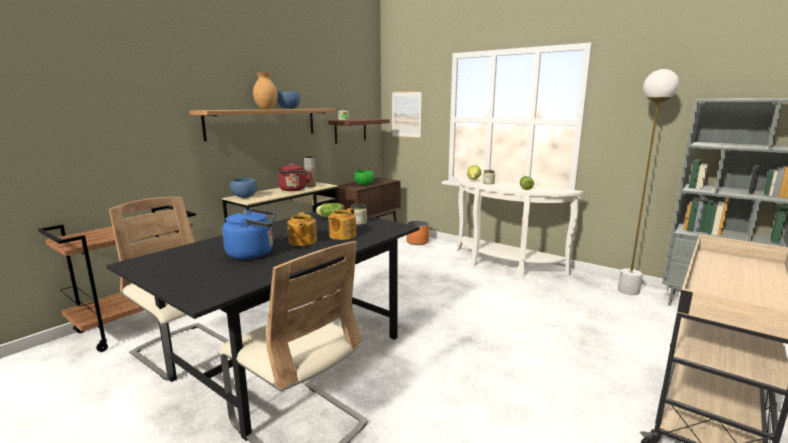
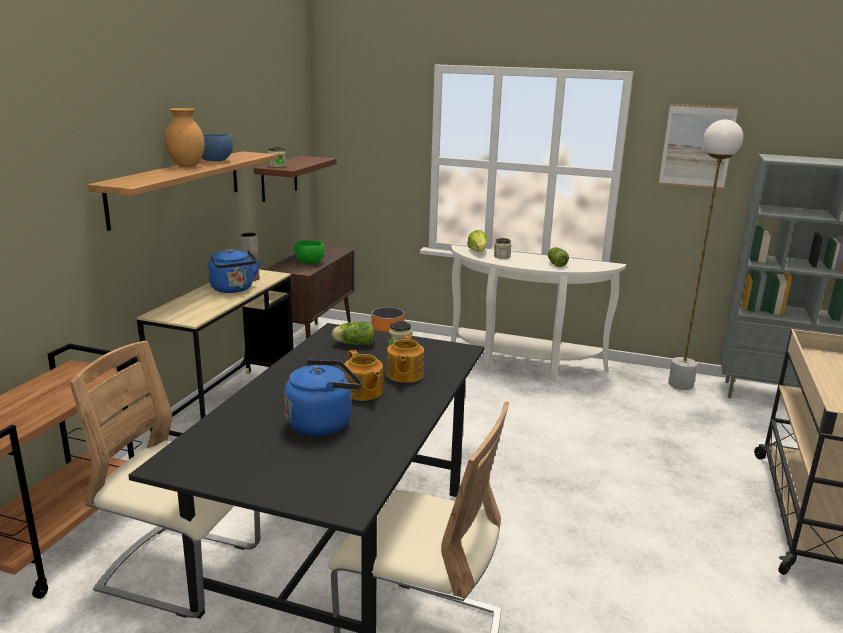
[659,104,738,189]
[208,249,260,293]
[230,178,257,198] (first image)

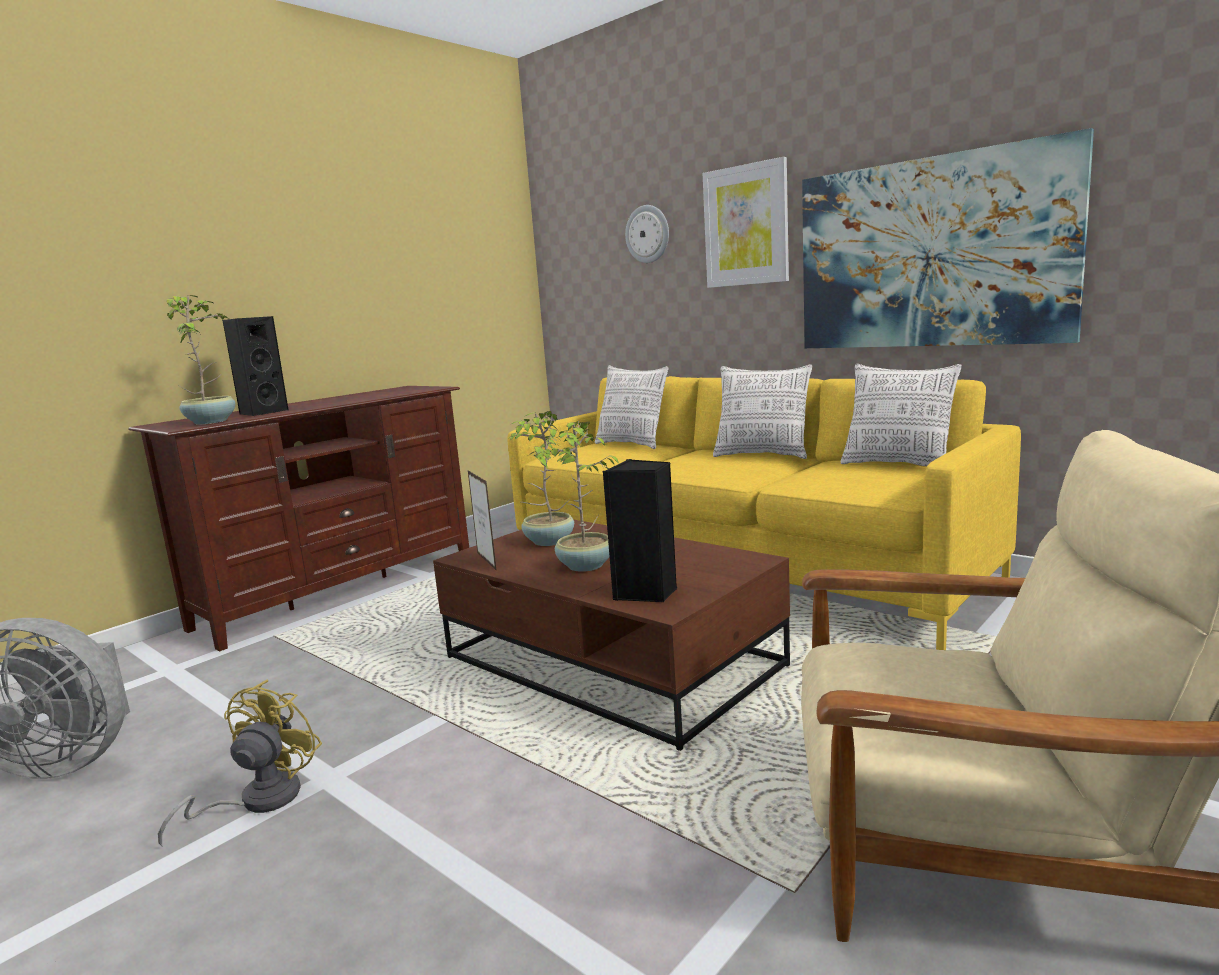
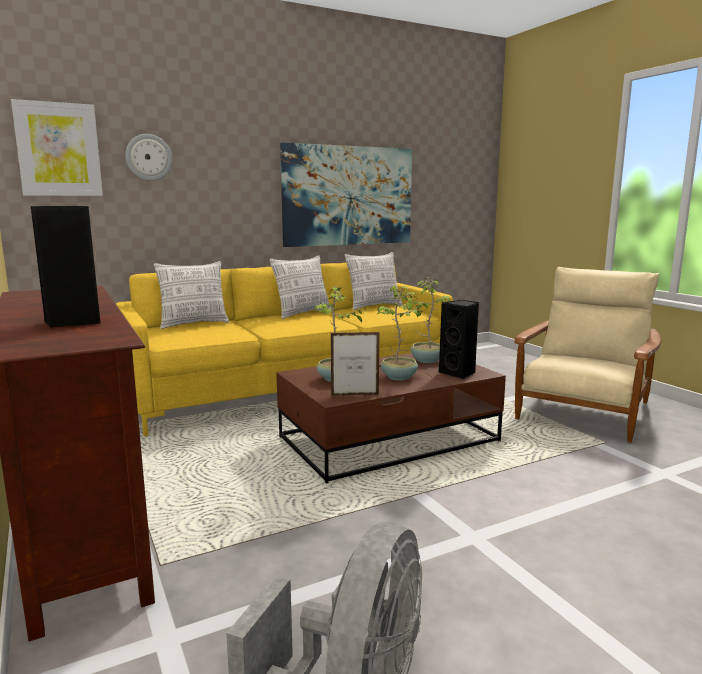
[11,99,103,196]
[402,278,450,363]
[158,680,322,847] (first image)

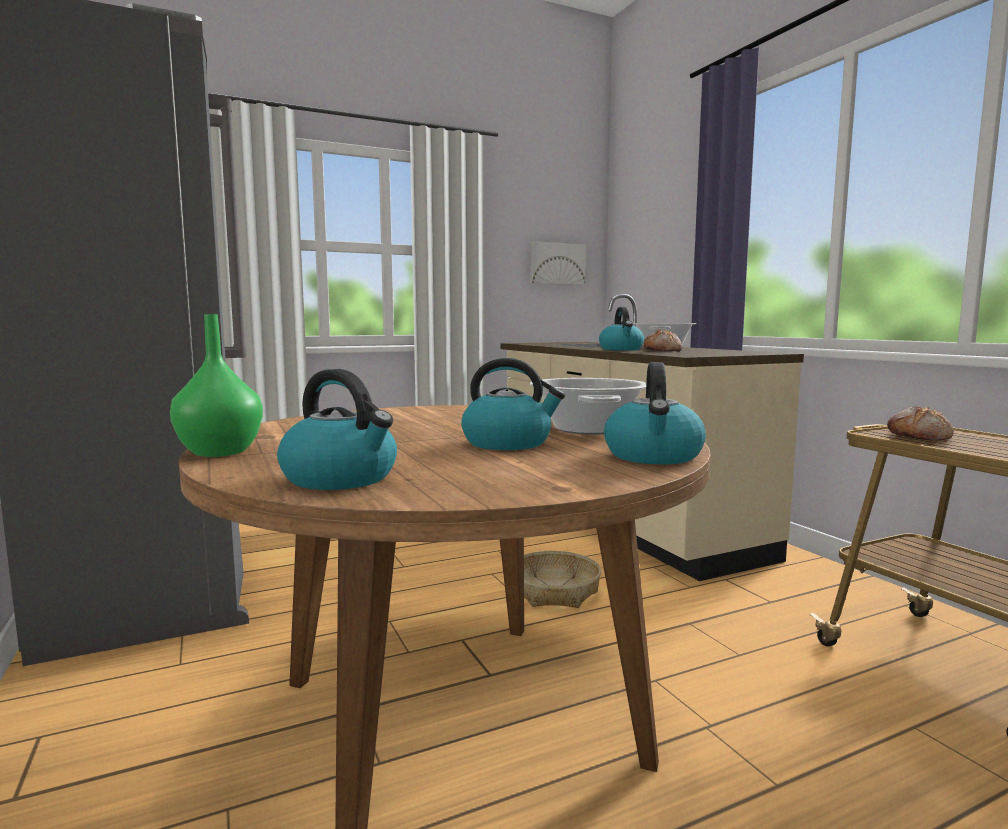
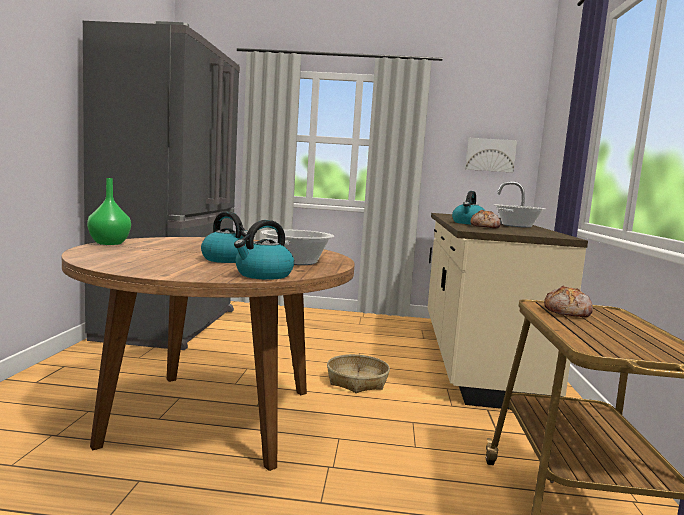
[277,369,397,490] (first image)

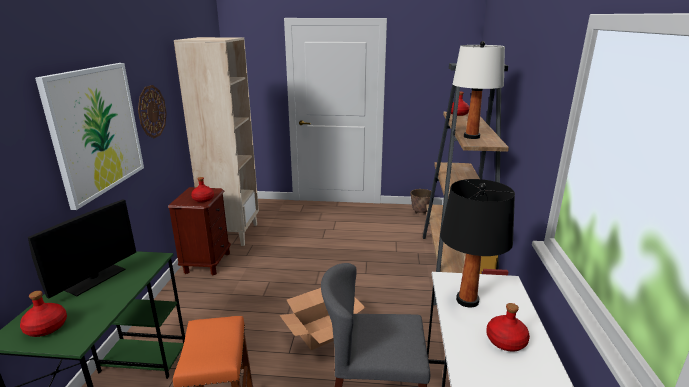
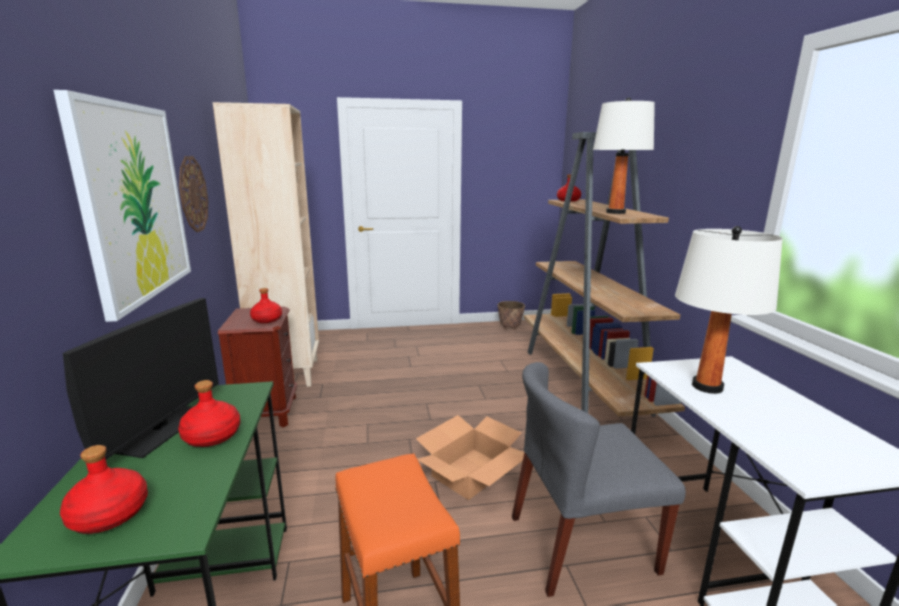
[675,226,783,394]
[178,380,240,447]

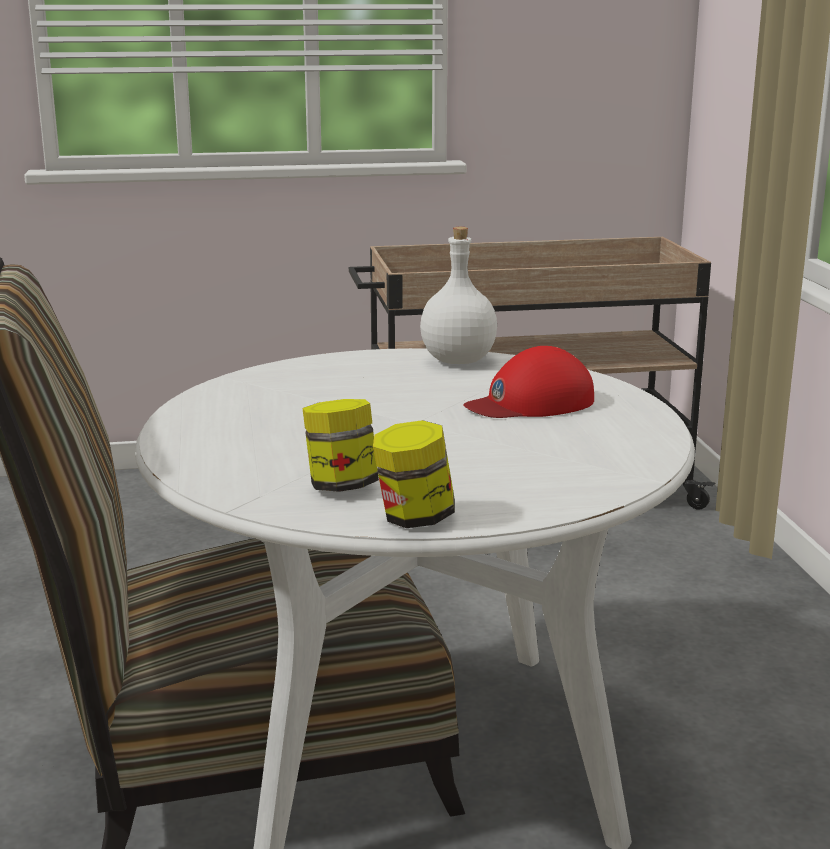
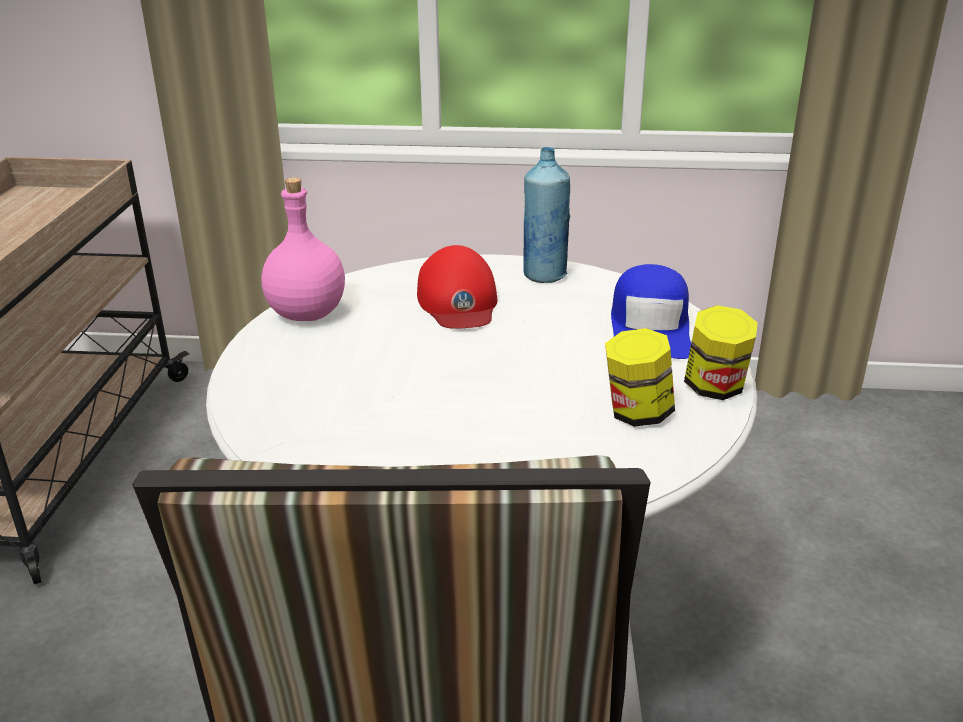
[262,177,345,321]
[523,147,570,283]
[611,264,691,359]

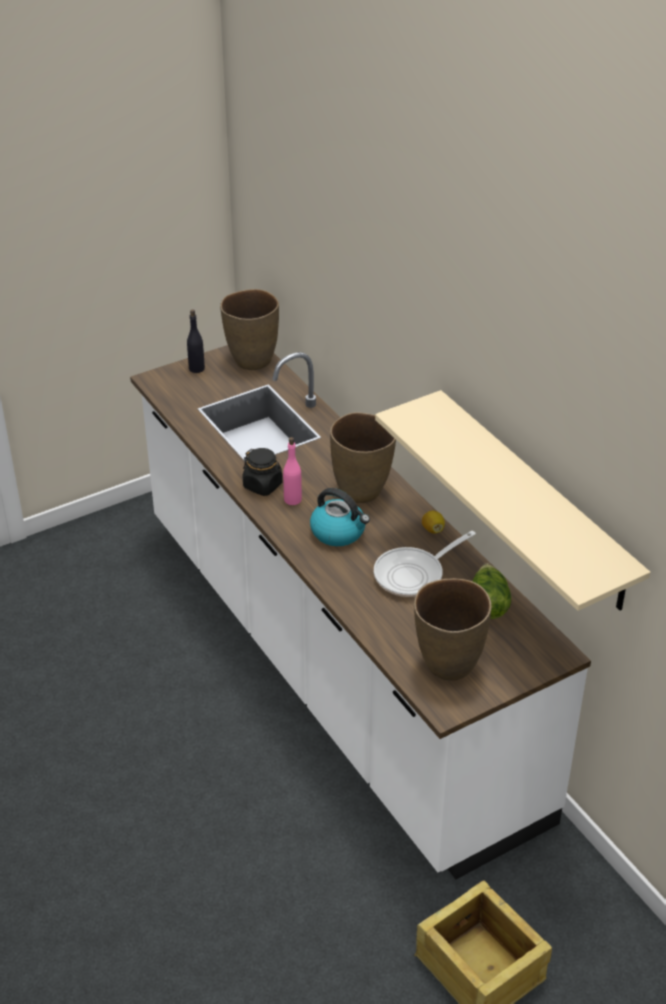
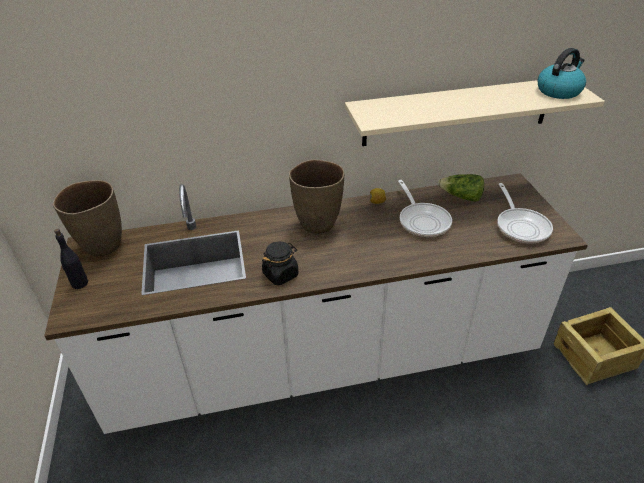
[283,437,302,505] (first image)
[538,48,586,99]
[497,183,553,244]

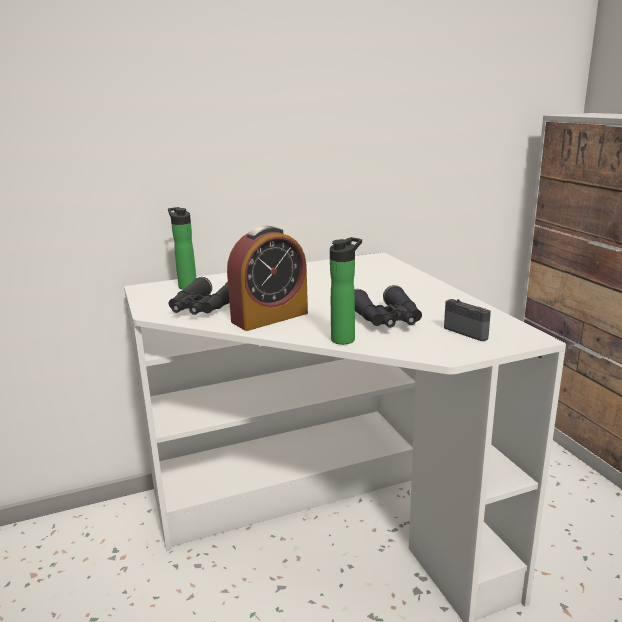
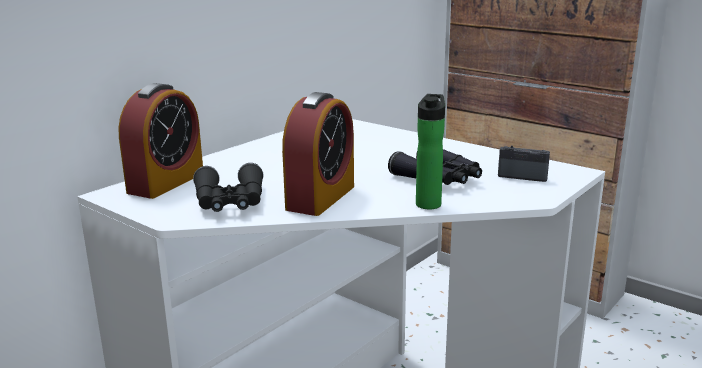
[118,83,203,199]

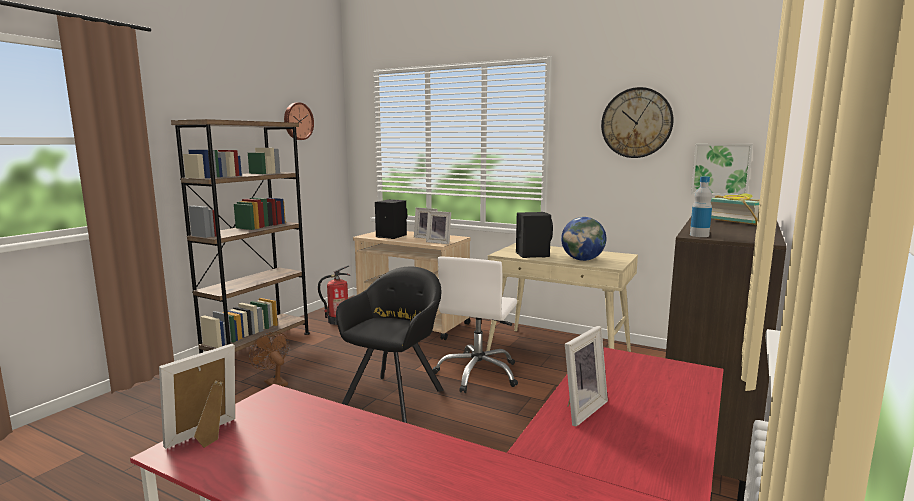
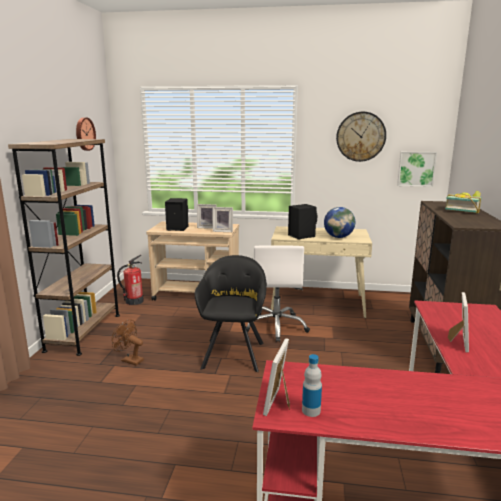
[302,354,322,417]

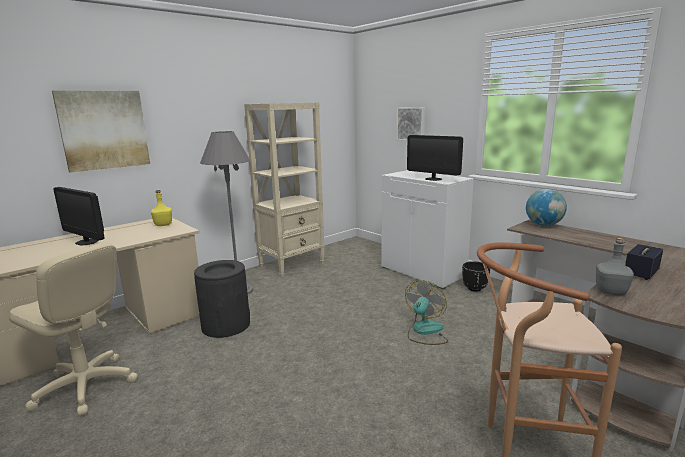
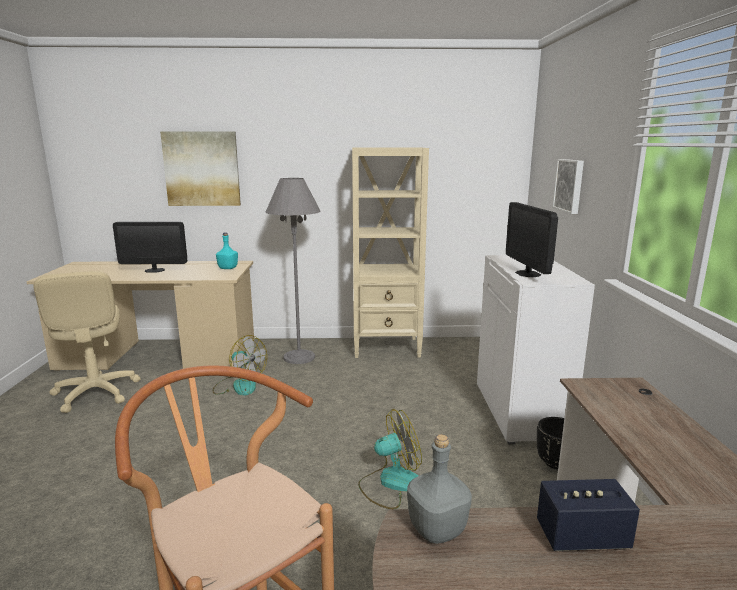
[113,222,187,273]
[526,189,567,226] (first image)
[216,233,238,269]
[213,335,267,396]

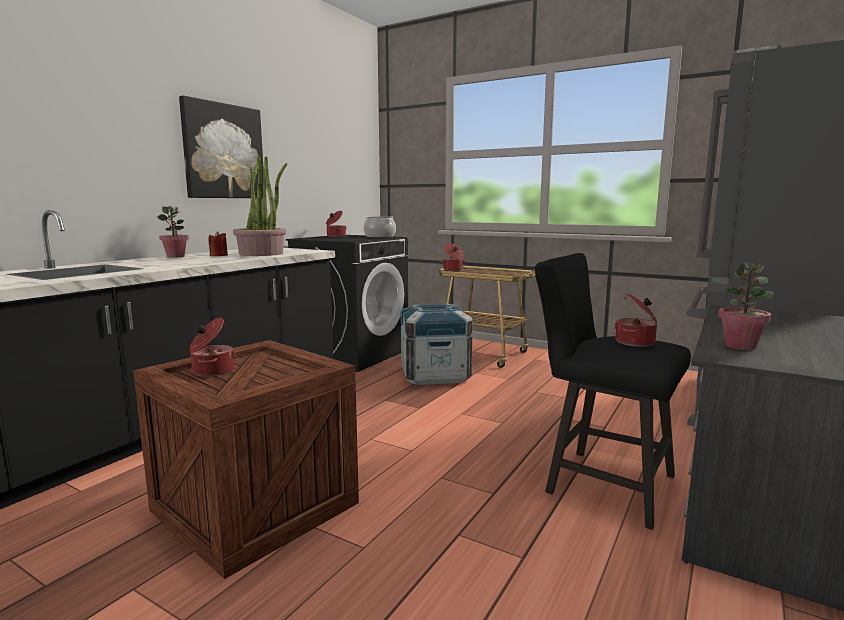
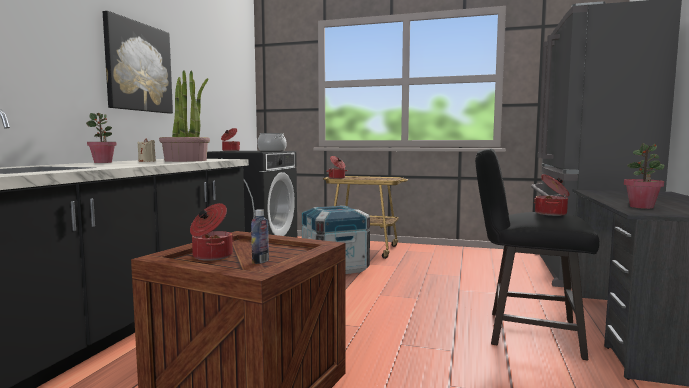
[138,138,156,162]
[251,209,269,264]

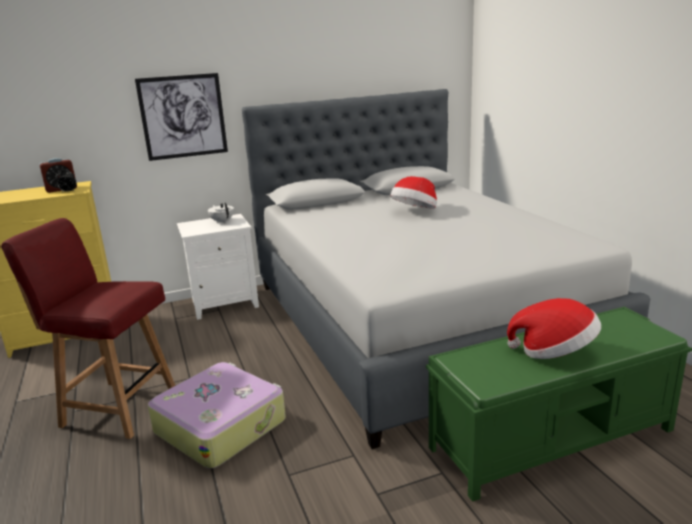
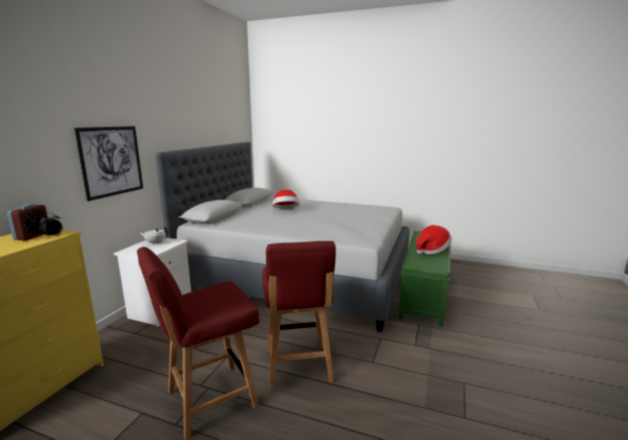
[262,241,336,389]

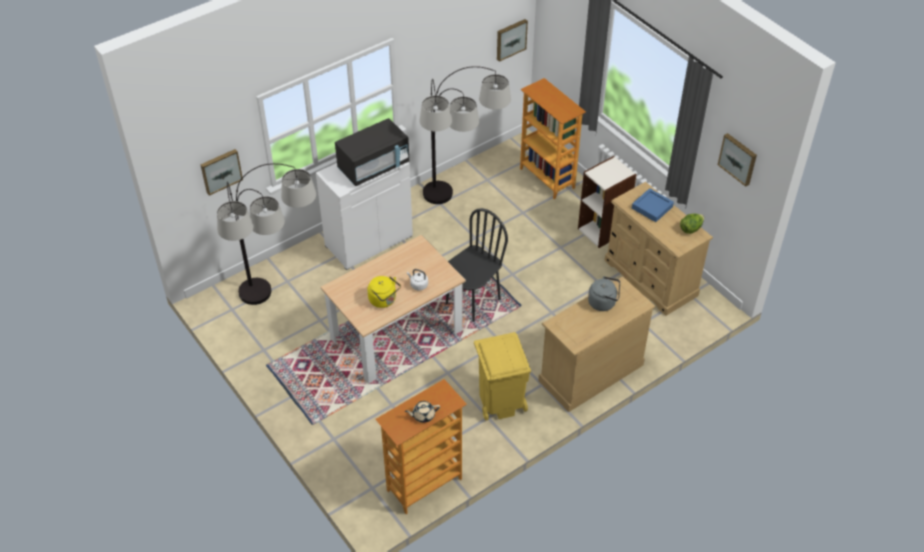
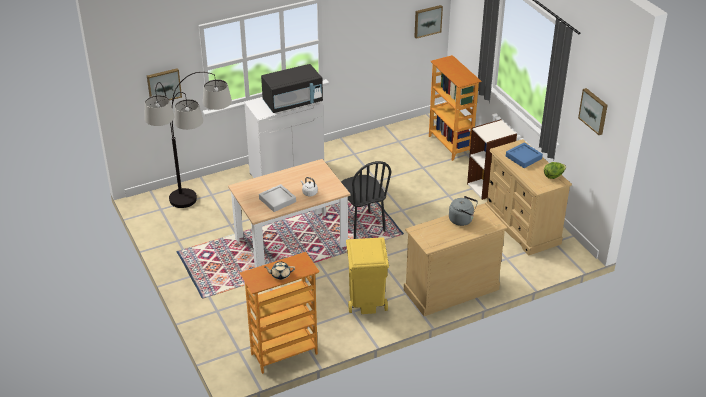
[419,66,511,204] (first image)
[341,161,391,239]
[259,184,296,212]

